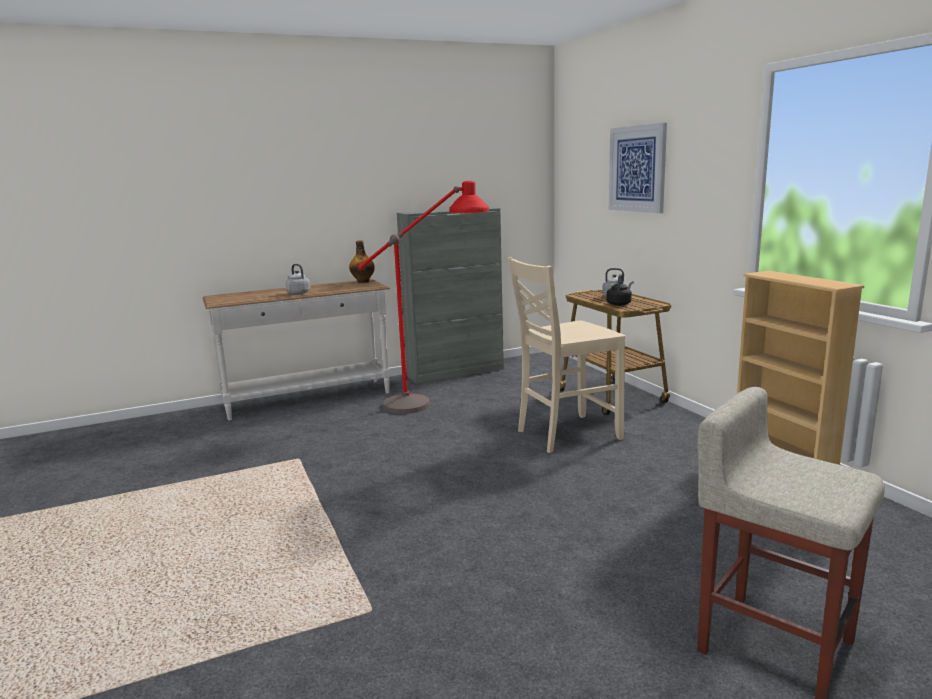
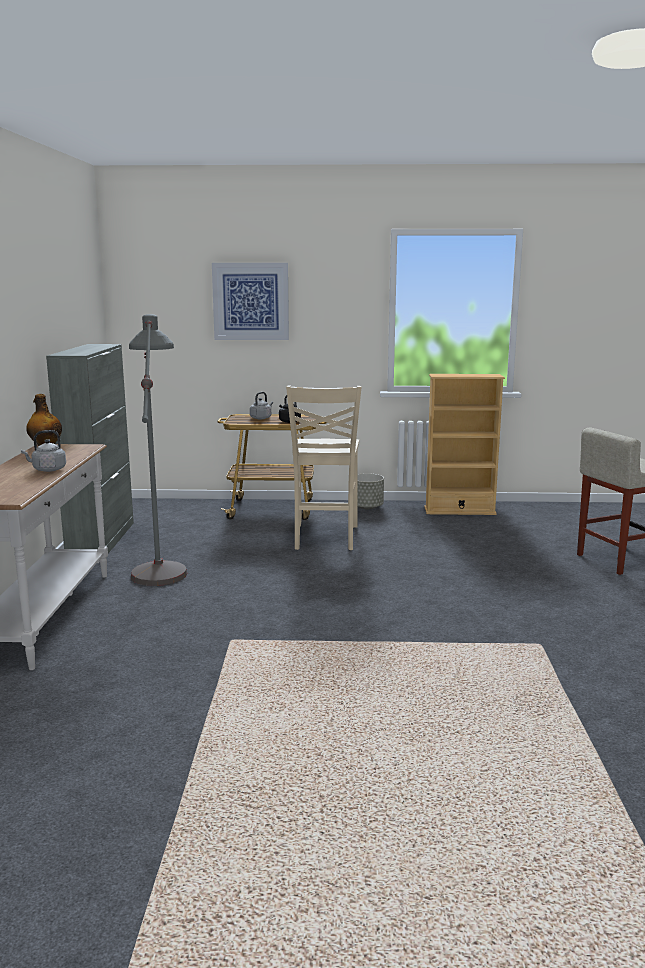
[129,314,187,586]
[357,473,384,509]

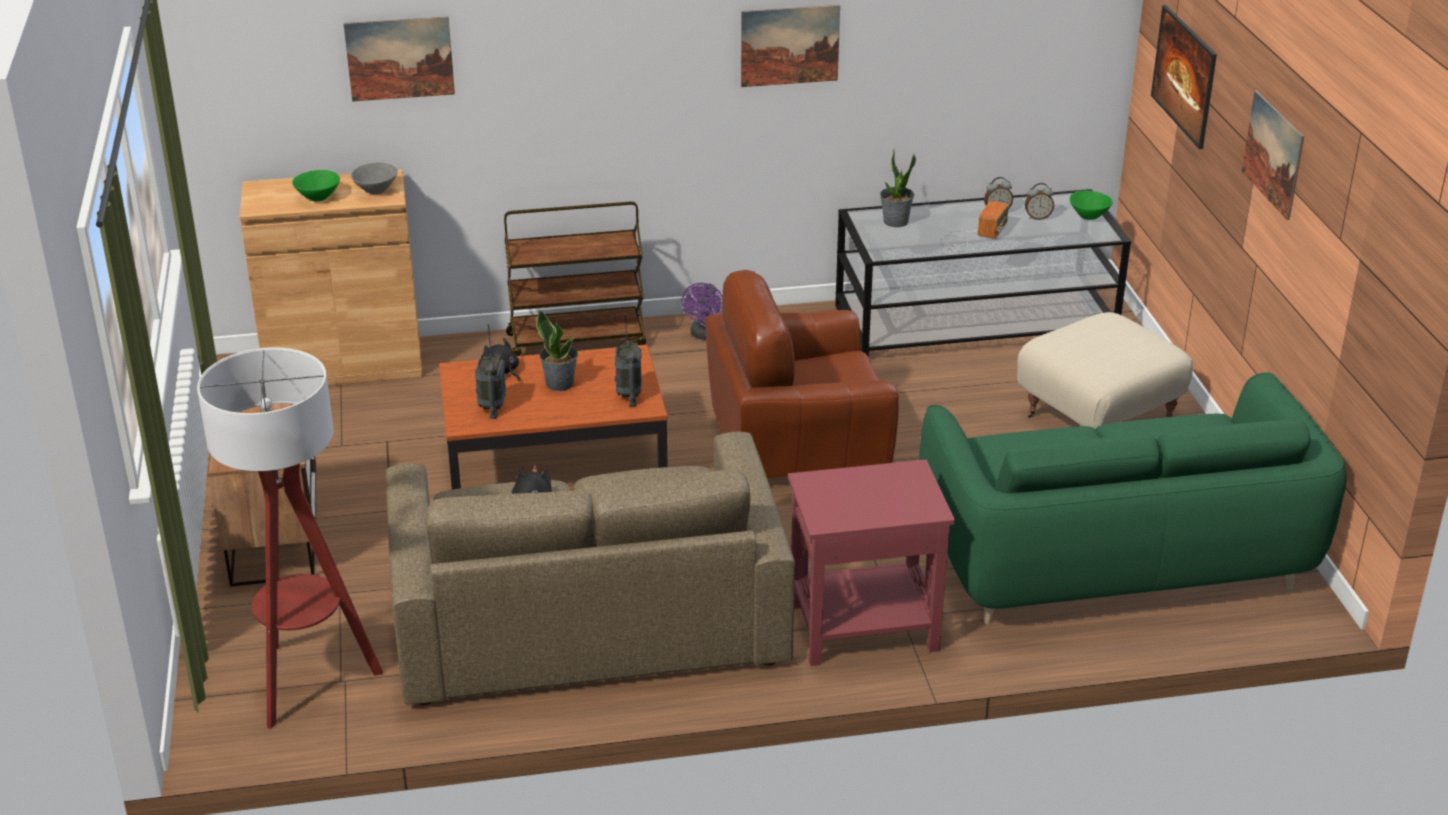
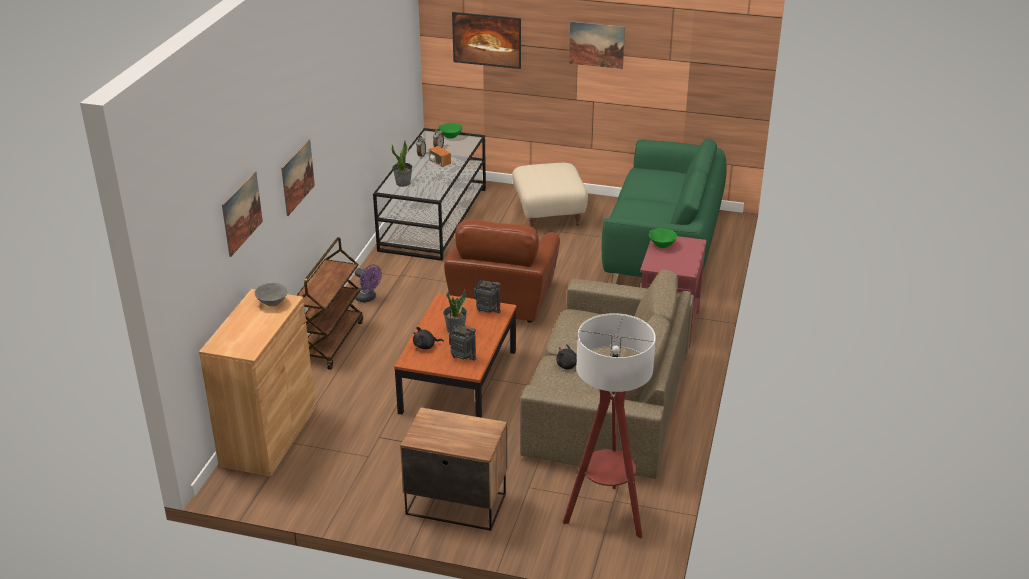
[281,139,315,216]
[649,228,677,248]

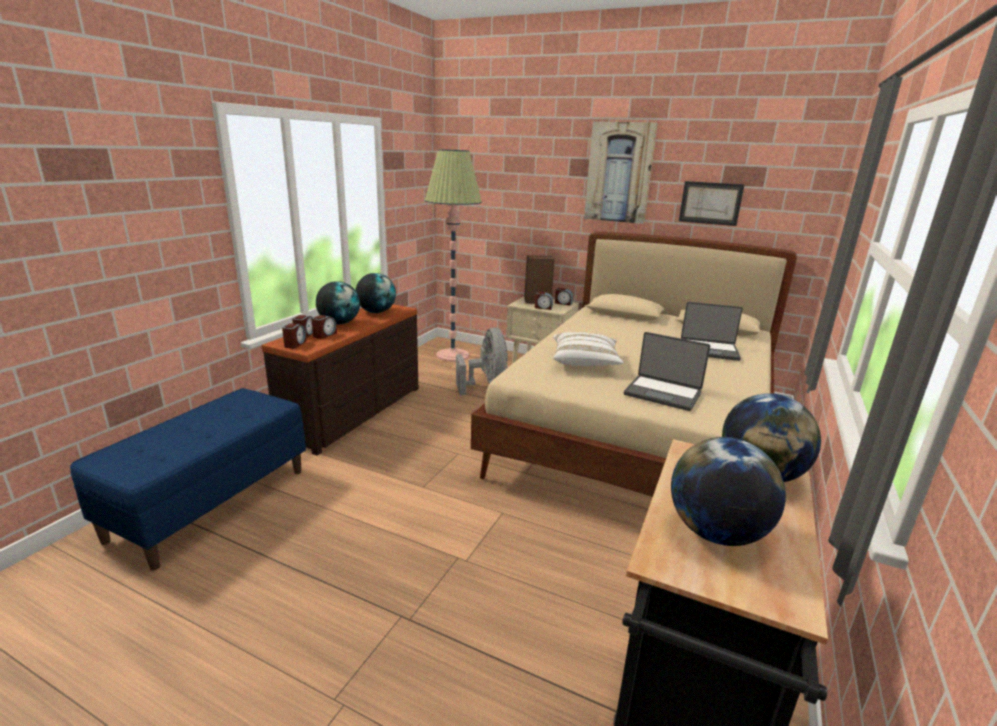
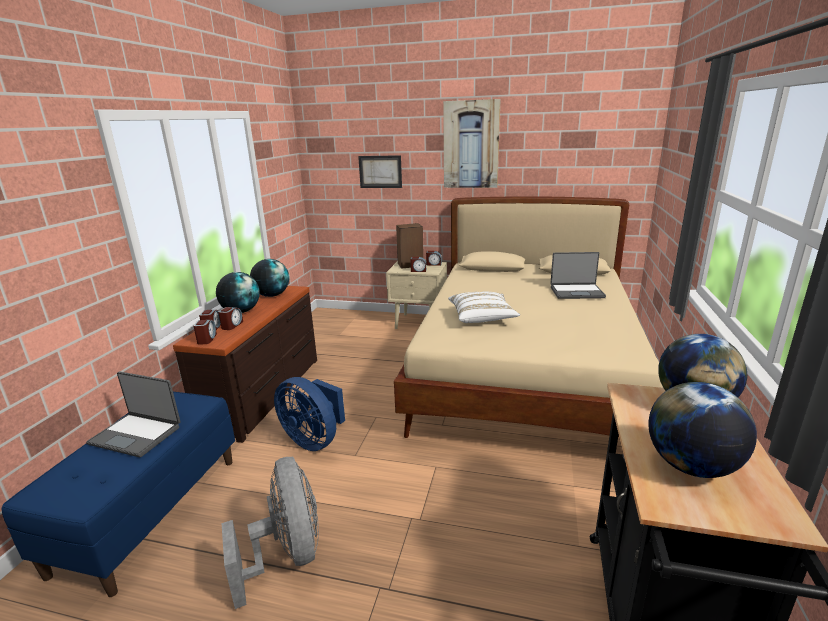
[425,149,482,362] (first image)
[358,155,402,188]
[221,457,319,609]
[86,371,180,457]
[274,377,345,451]

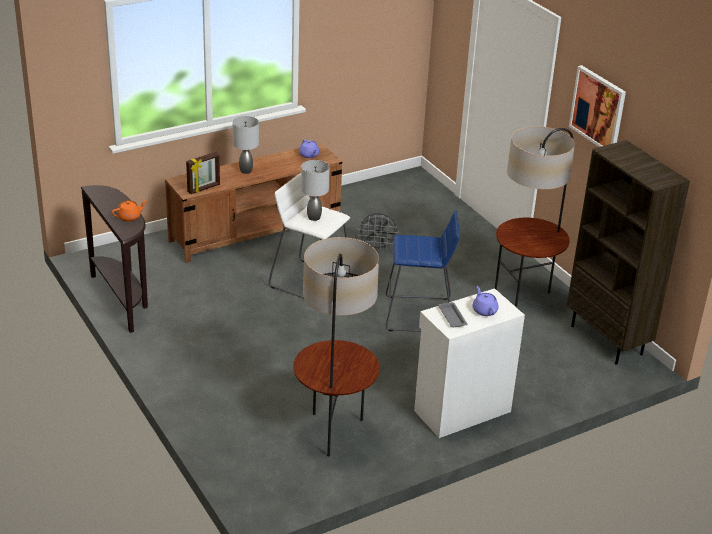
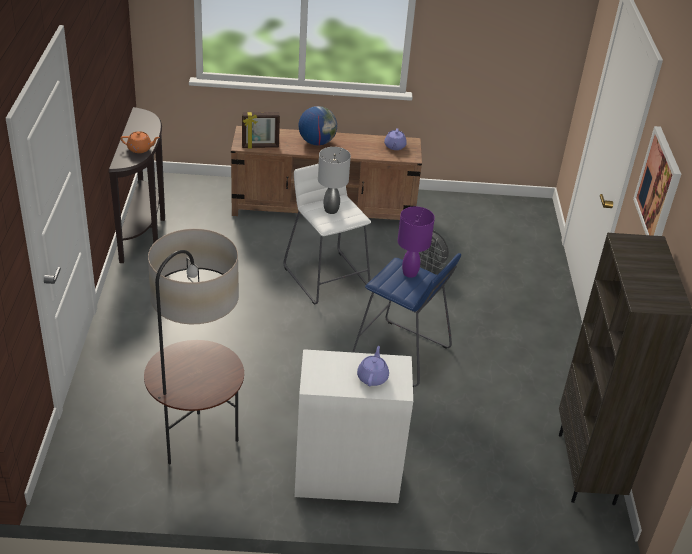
[298,106,337,145]
[495,126,575,308] (first image)
[438,302,467,327] (first image)
[398,206,435,278]

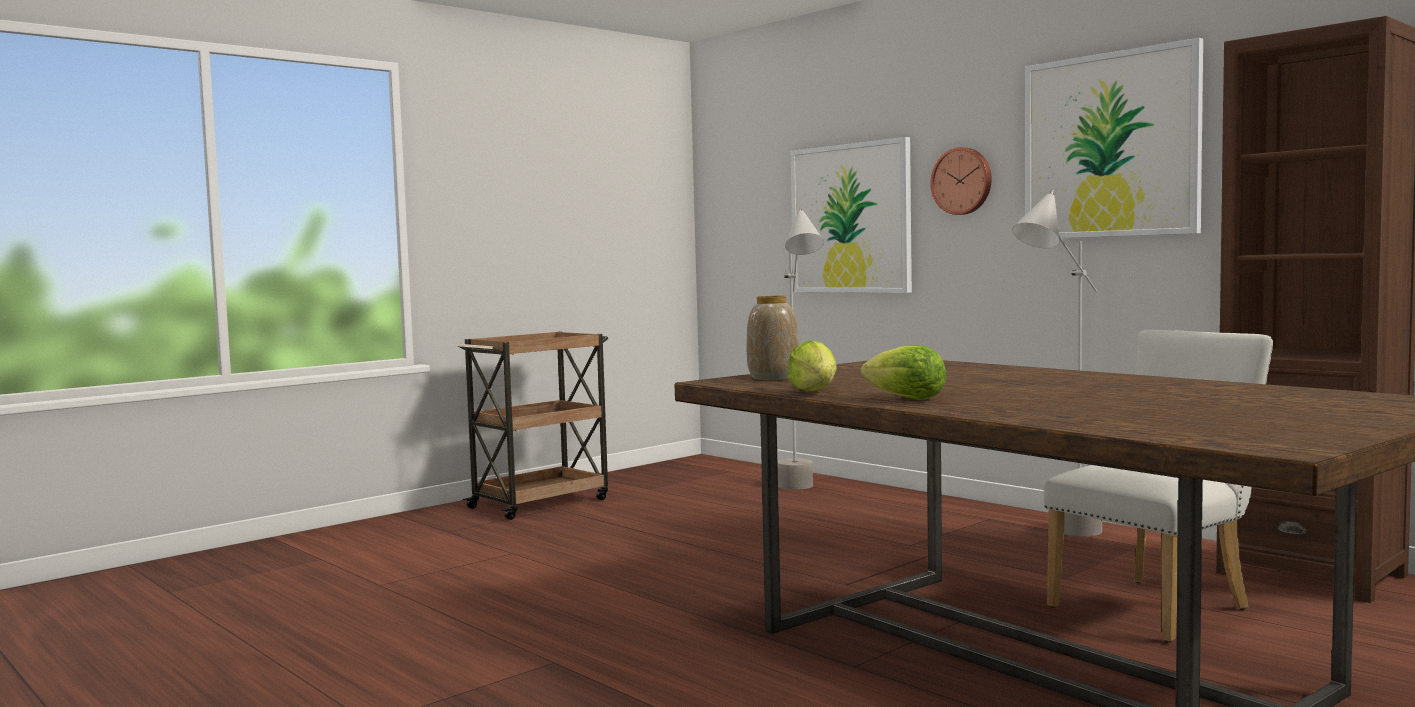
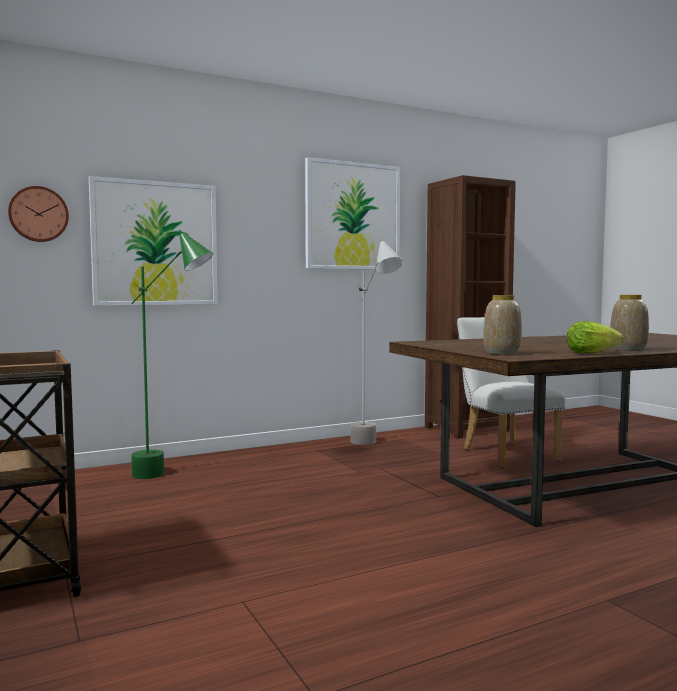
[8,186,69,242]
[131,230,213,479]
[610,295,649,351]

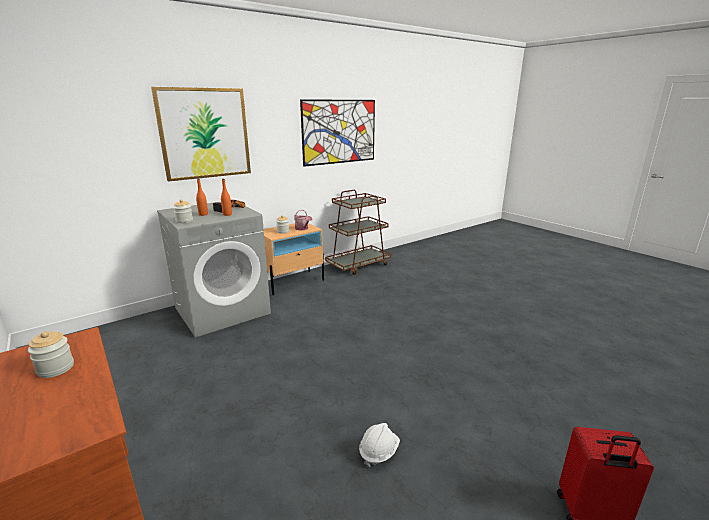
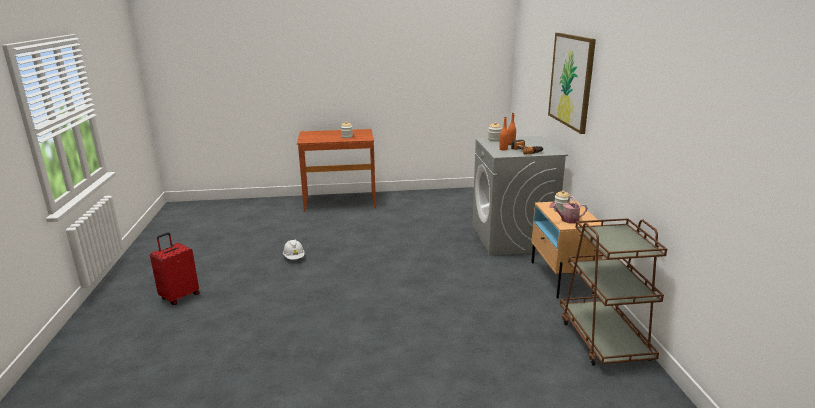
[300,99,375,167] (first image)

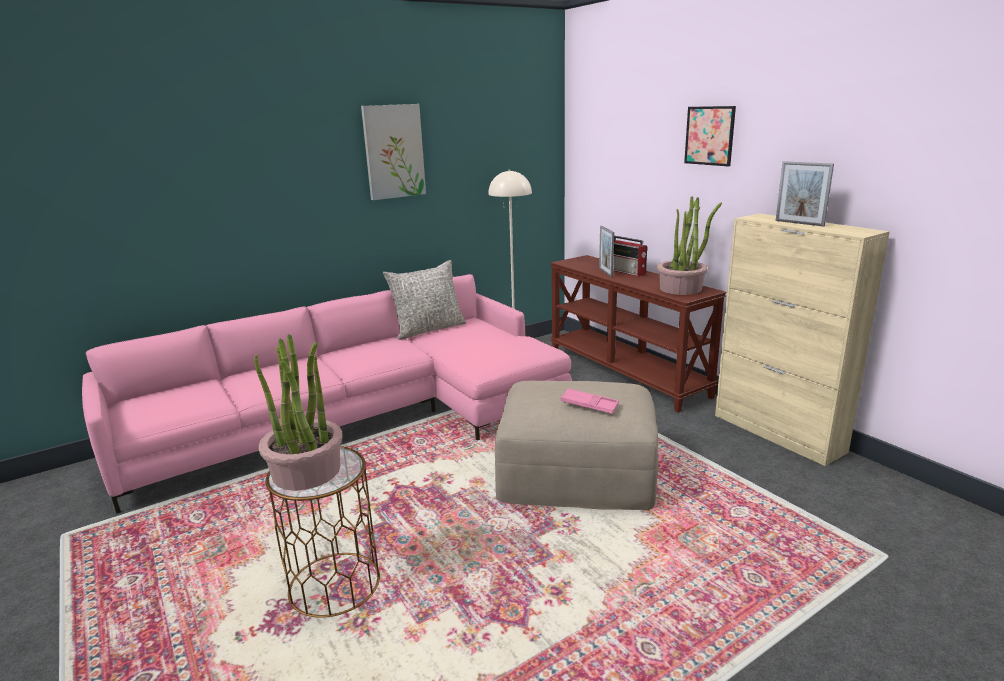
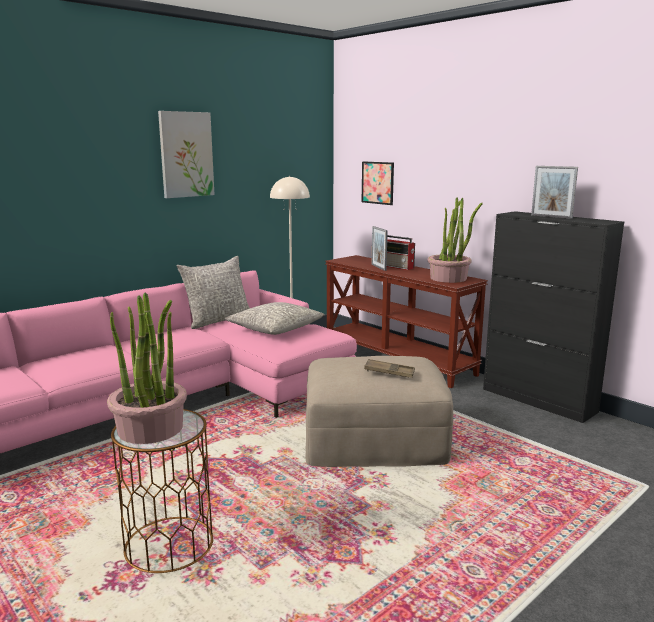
[362,161,394,205]
[483,211,624,423]
[364,359,415,378]
[225,302,324,335]

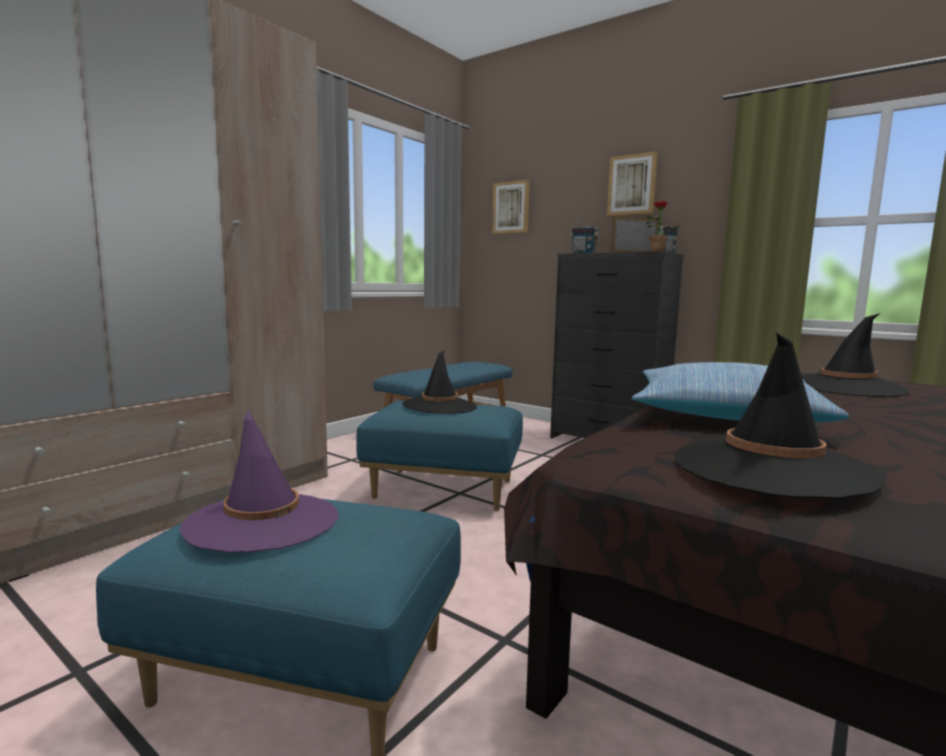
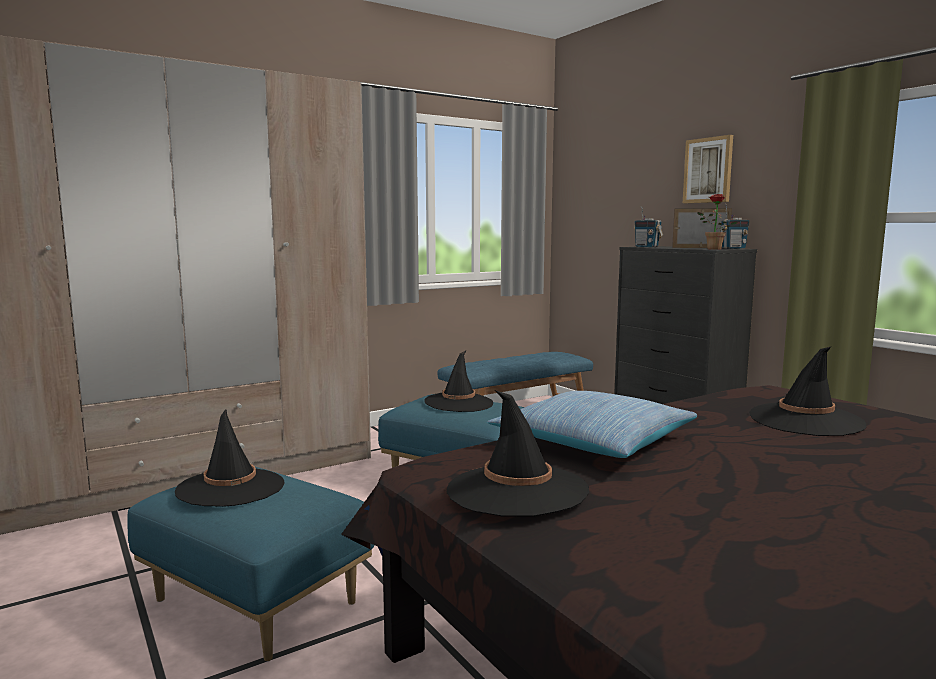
[492,180,530,234] (first image)
[175,409,284,507]

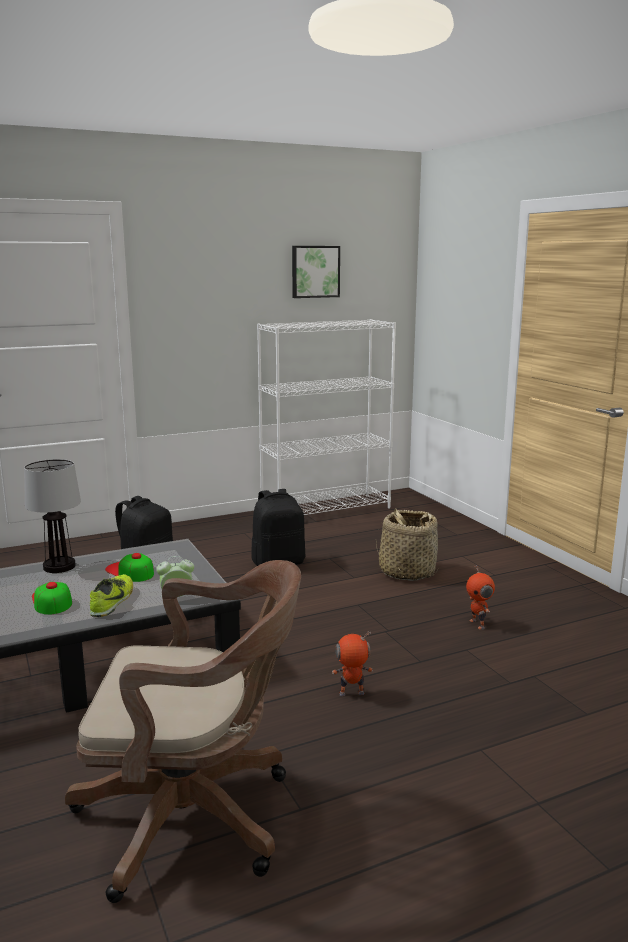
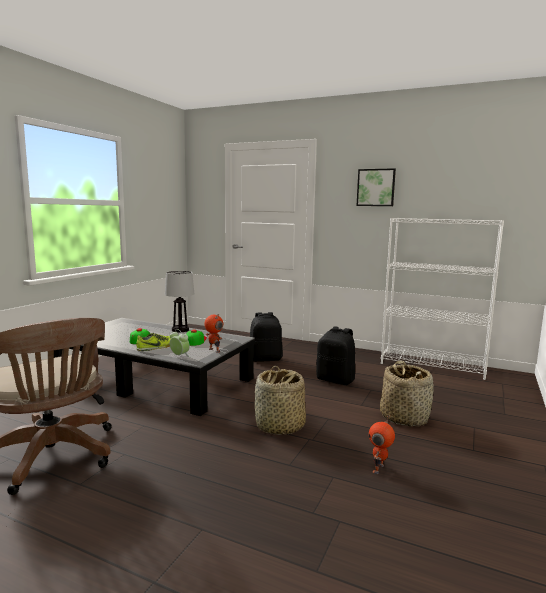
[356,168,396,206]
[204,314,223,353]
[255,366,306,435]

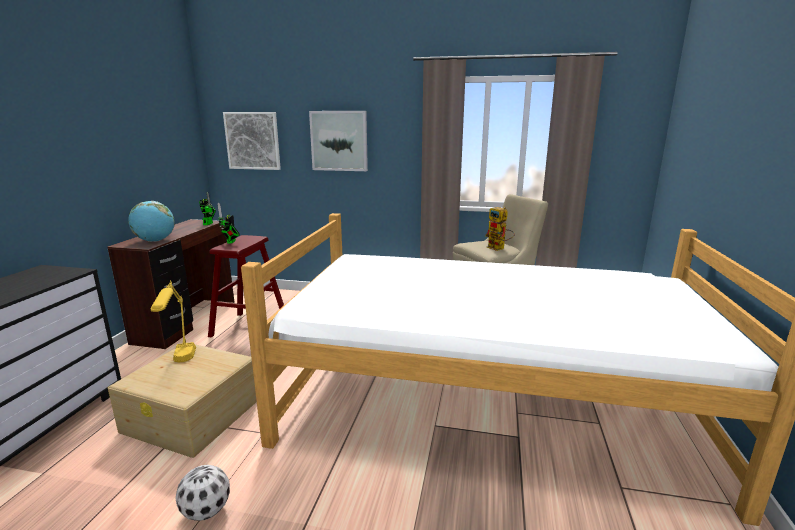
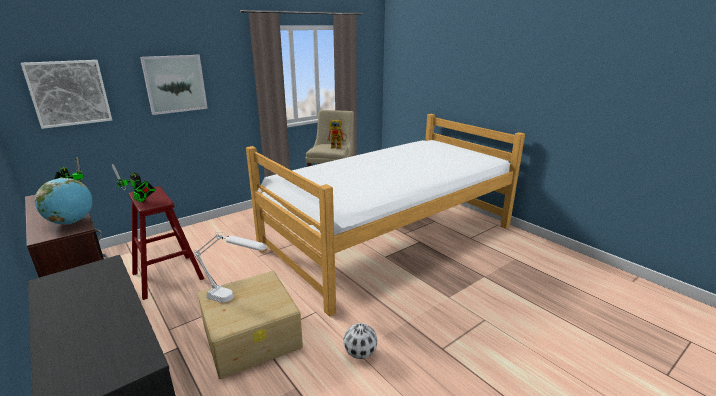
[194,232,267,303]

